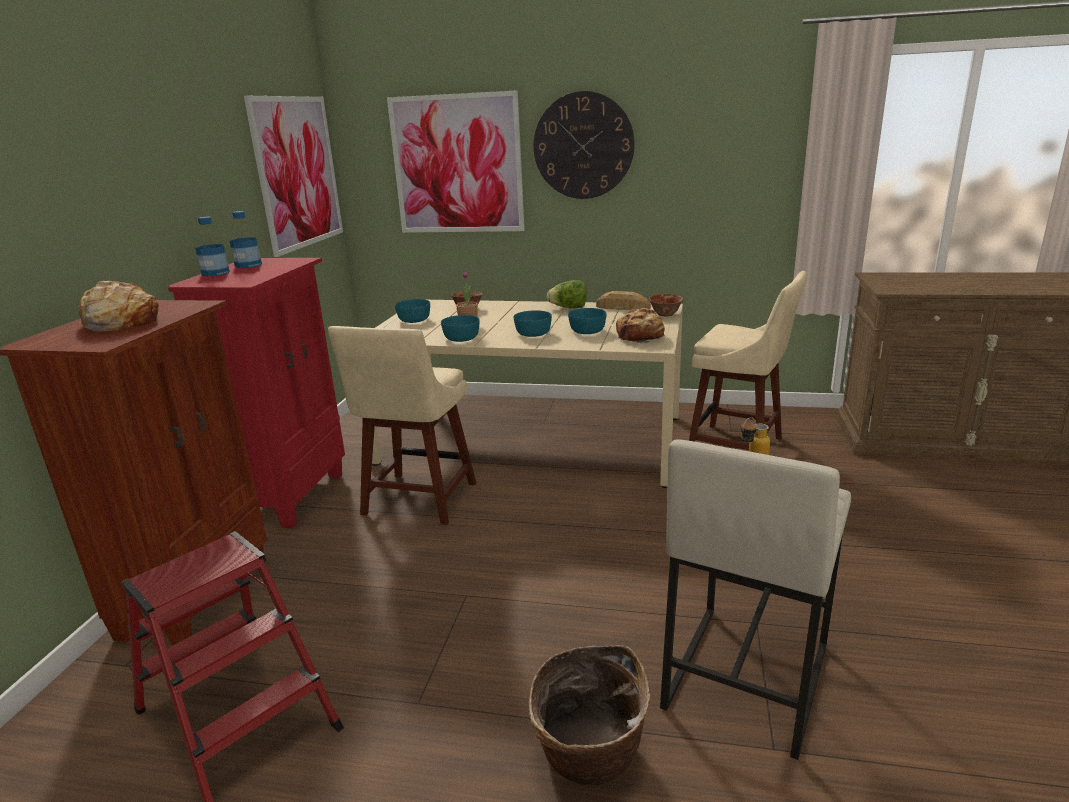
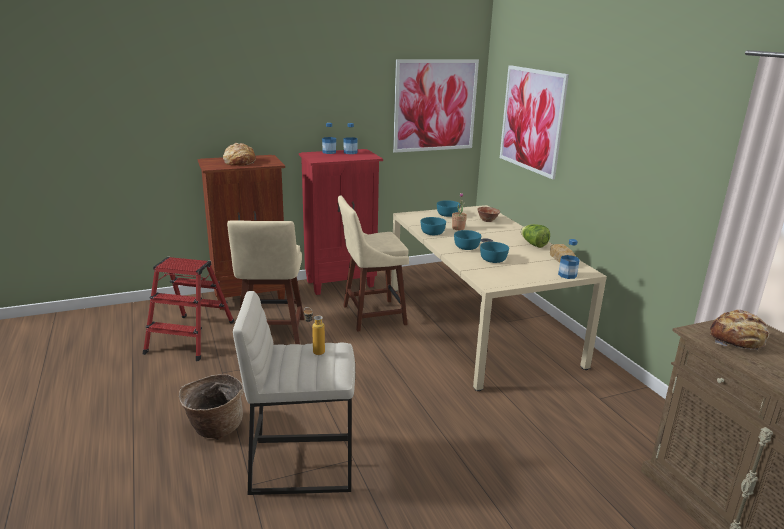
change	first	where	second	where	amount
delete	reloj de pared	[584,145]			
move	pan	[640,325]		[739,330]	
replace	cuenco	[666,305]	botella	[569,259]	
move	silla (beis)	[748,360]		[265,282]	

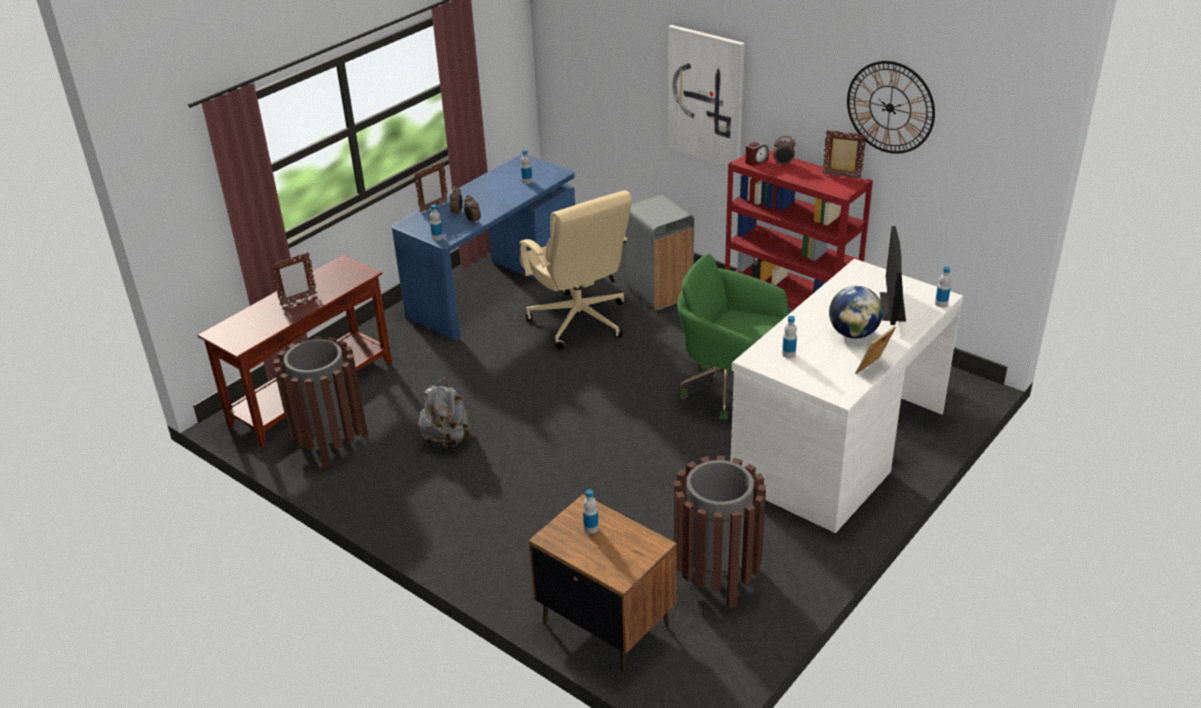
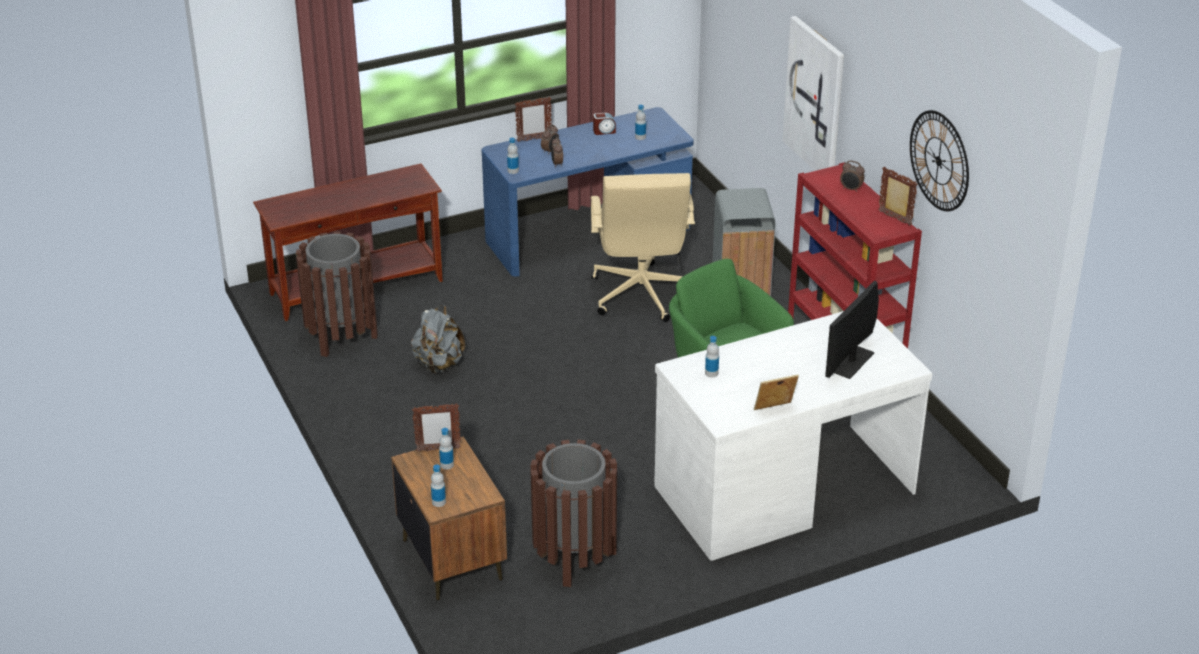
change	first	where	second	where	amount
move	portarretratos	[293,279]		[436,427]	
move	despertador	[757,153]		[604,124]	
delete	globo terráqueo	[856,312]			
move	botella	[943,286]		[438,486]	

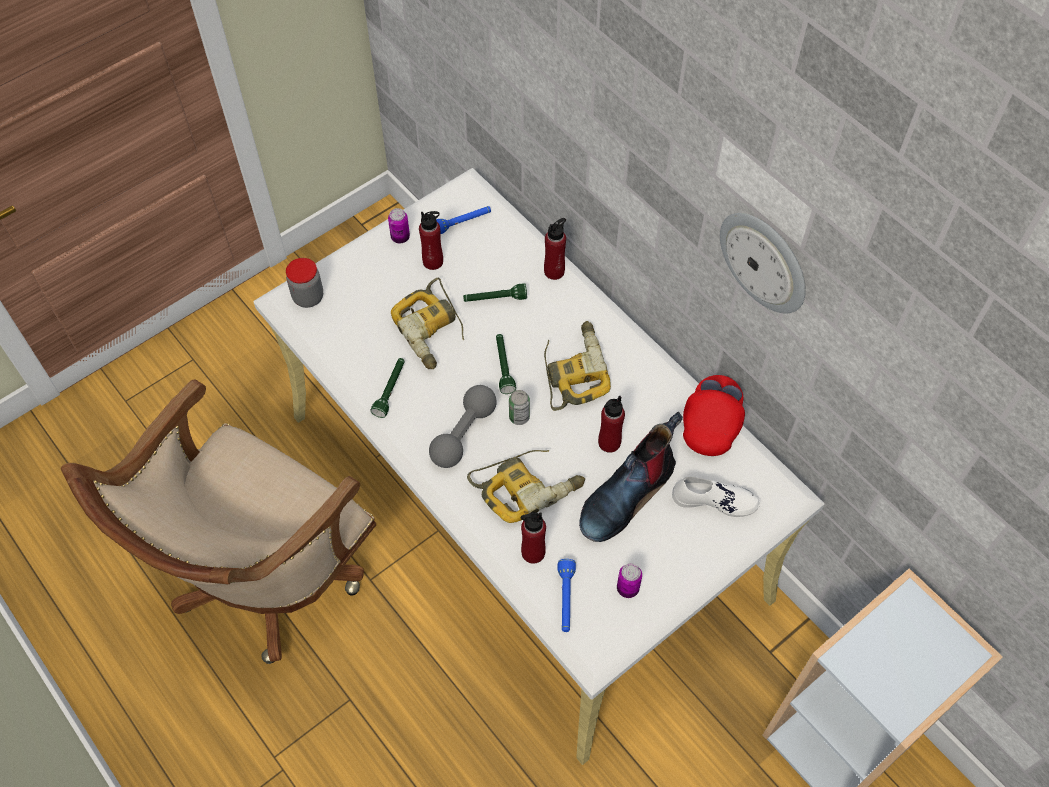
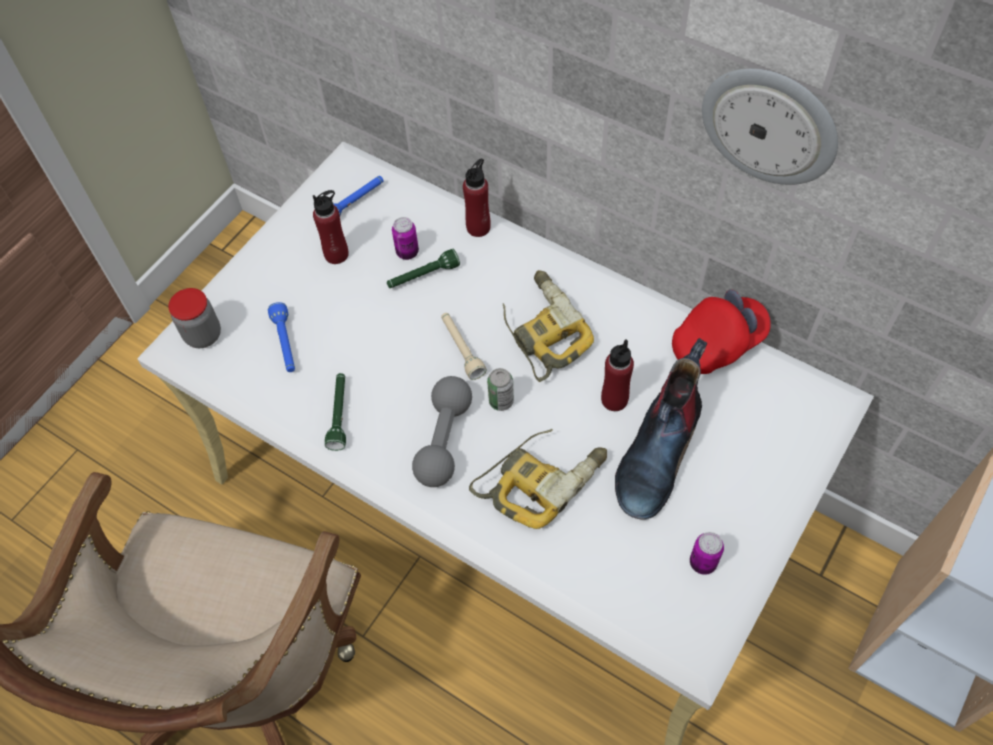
change	first	where	second	where	amount
move	lata	[399,225]		[405,238]	
delete	taladro	[427,323]			
recolor	linterna (verde)	[506,364]	linterna (beis)	[464,346]	
delete	botella (rojo)	[533,538]			
move	linterna (azul)	[566,595]		[281,337]	
delete	zapato (blanco)	[716,497]			
rotate	gorra (rojo)	[714,415]		[721,332]	60 degrees clockwise

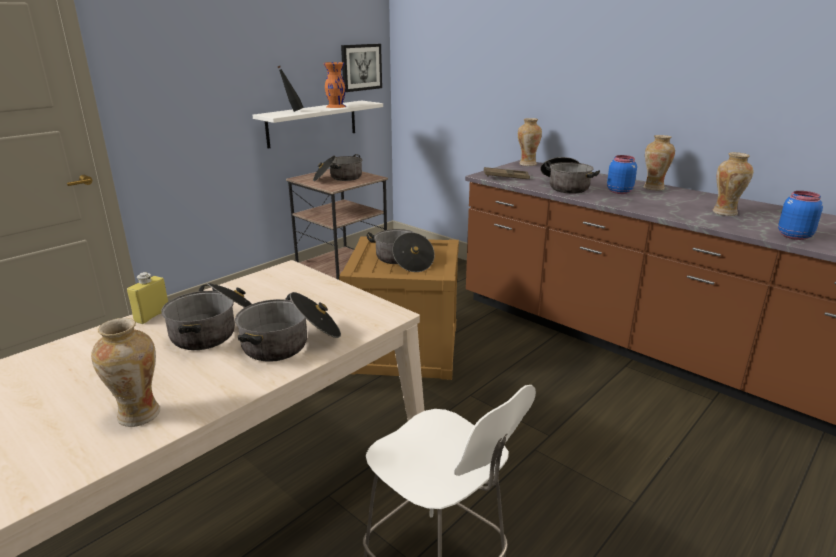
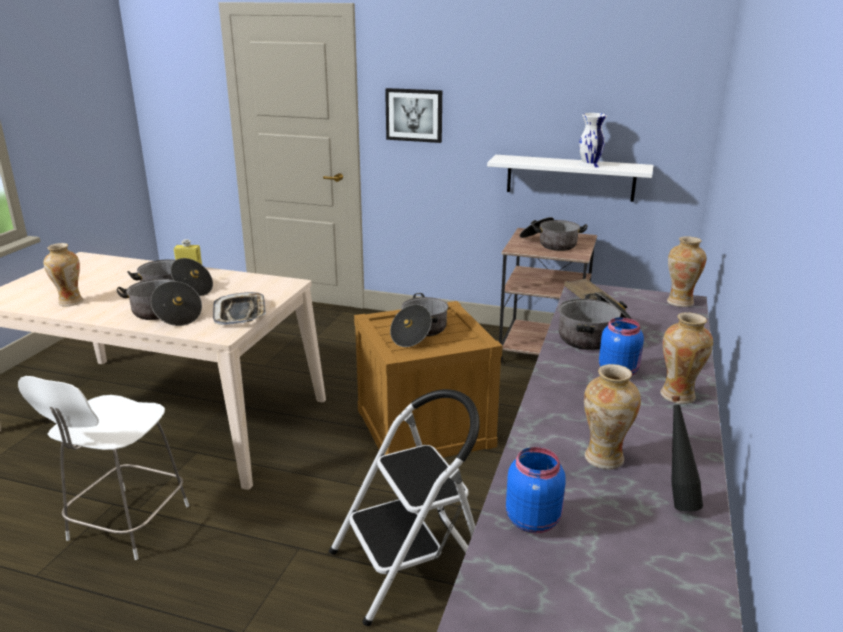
change	first	where	second	where	amount
move	botella (negro)	[291,89]		[687,454]	
recolor	florero (naranja)	[335,85]	florero (blanco)	[592,140]	
move	cuadro	[361,68]		[413,115]	
insert			bandeja	[239,308]	
insert			escalera de tijera	[404,507]	

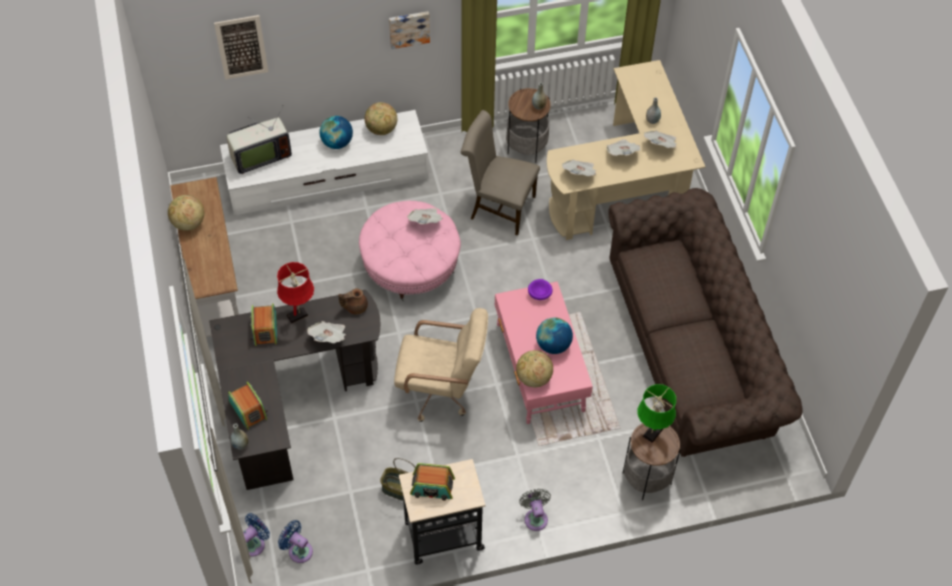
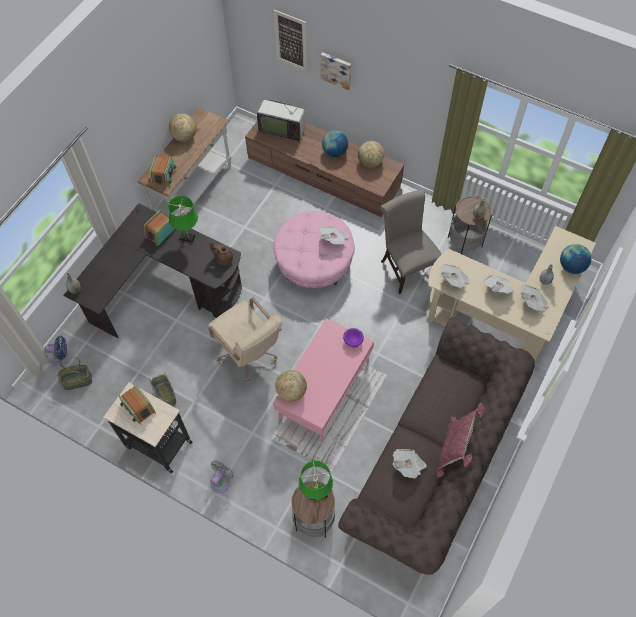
change	first	where	second	where	amount
recolor	mueble de televisión (blanco)	[324,162]	mueble de televisión (marrón)	[324,169]	
move	radio	[248,406]		[163,171]	
recolor	lámpara de mesa (rojo)	[295,292]	lámpara de mesa (verde)	[182,219]	
replace	ventilador (azul)	[295,541]	cesta	[75,373]	
move	periódico	[326,332]		[410,464]	
move	cuadro	[409,30]		[336,71]	
move	globo terráqueo	[554,335]		[575,259]	
insert			cojín (rojo)	[460,440]	

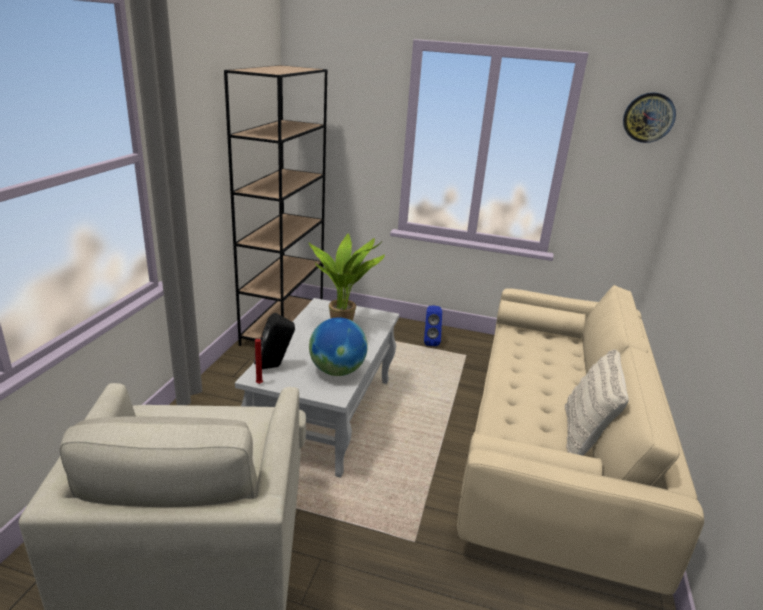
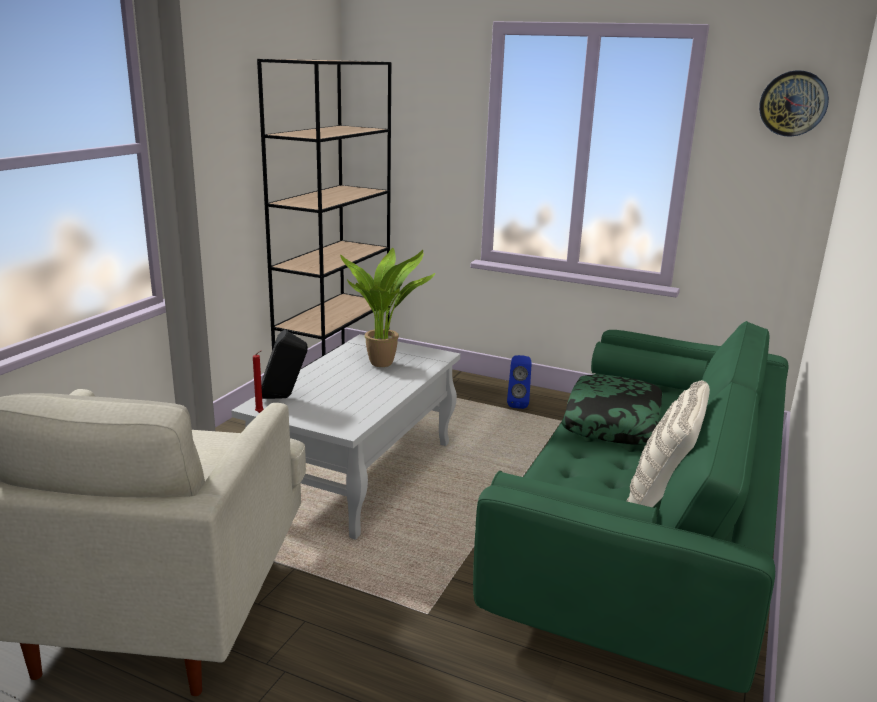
change	first	where	second	where	amount
delete	globo terráqueo	[338,346]			
recolor	sofá (beis)	[580,440]	sofá (verde)	[630,507]	
insert			cojín	[612,409]	

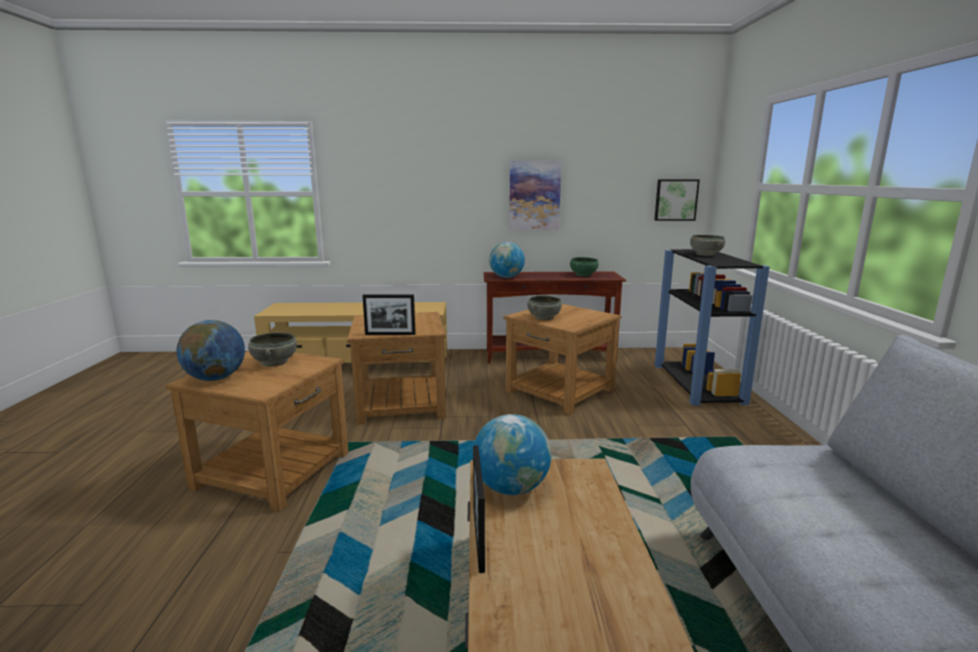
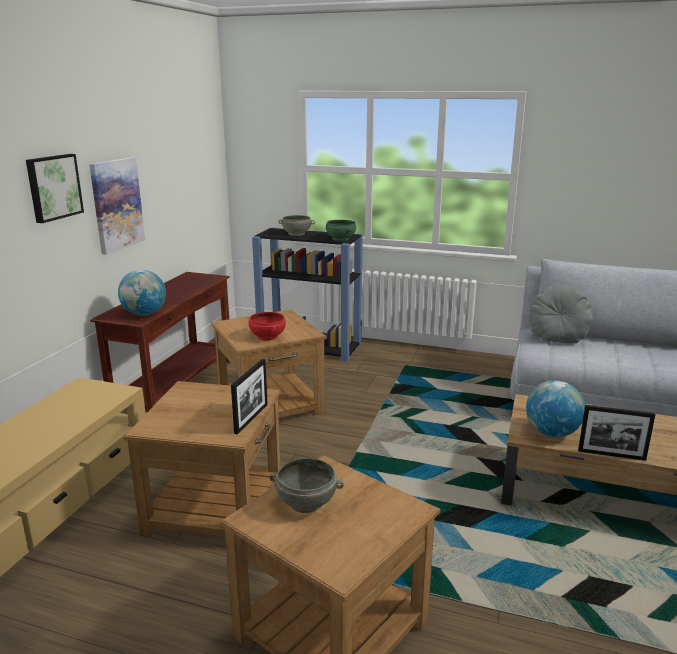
change	first	where	second	where	amount
delete	globo terráqueo	[210,350]			
recolor	cuenco (gris)	[544,308]	cuenco (rojo)	[267,326]	
move	cuenco (verde)	[584,266]		[341,230]	
move	cuadro	[677,200]		[55,188]	
insert			cojín (gris)	[561,314]	

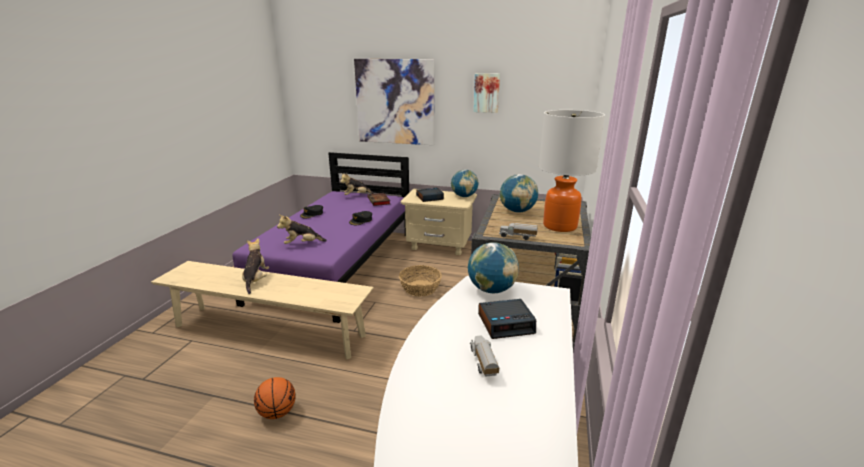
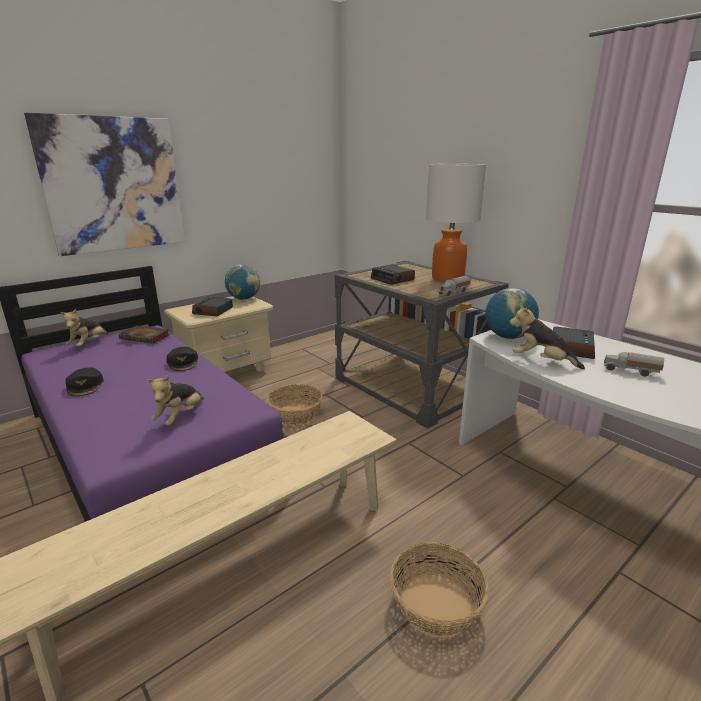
change	first	where	second	where	amount
move	peluche	[255,266]		[547,336]	
replace	balón de baloncesto	[275,398]	cesta	[439,589]	
delete	cuadro	[486,93]			
replace	globo terráqueo	[518,193]	despertador	[393,274]	

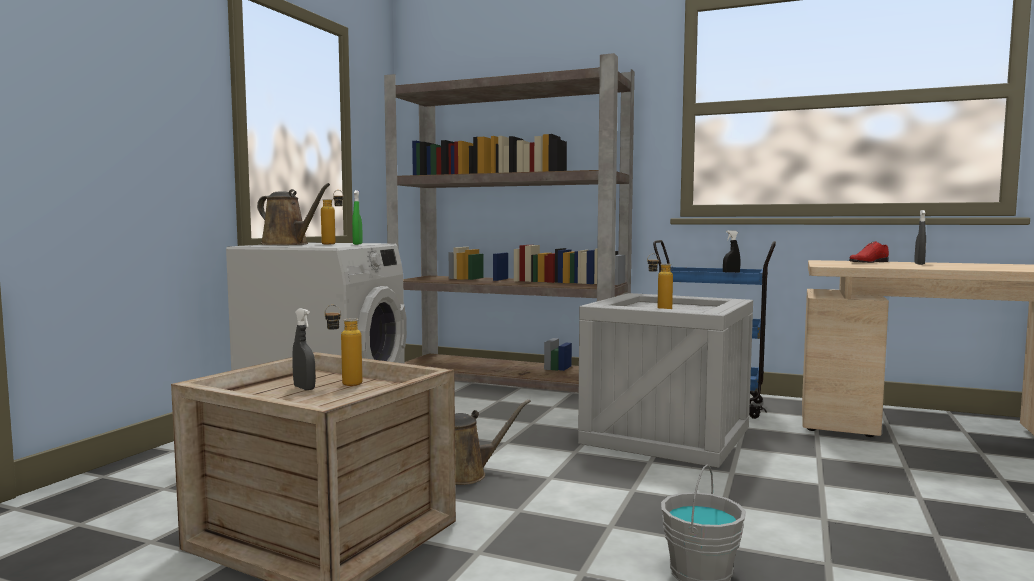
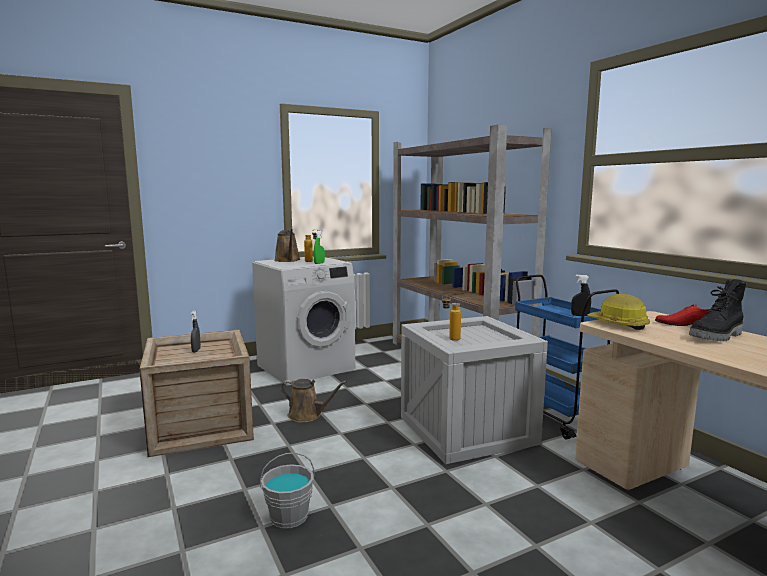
change	first	where	second	where	amount
delete	botella	[343,345]			
replace	pulverizador (gris)	[920,237]	bota (negro)	[717,310]	
insert			casco	[618,311]	

